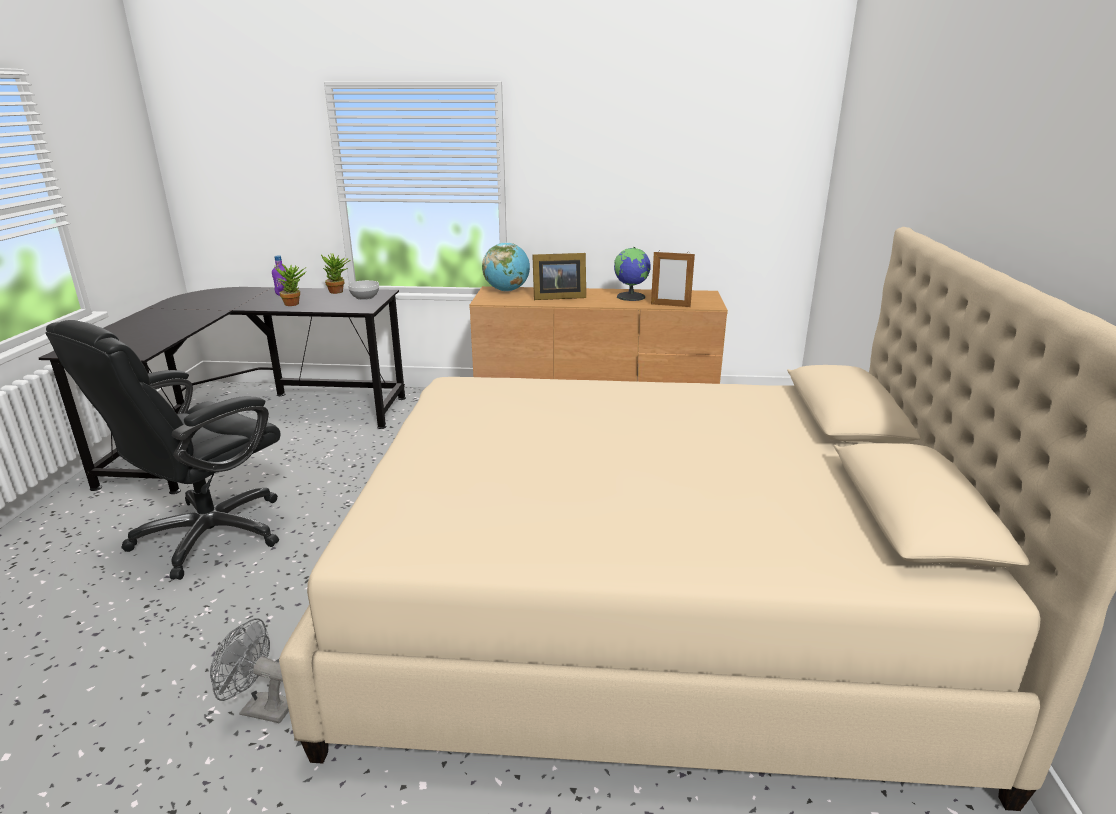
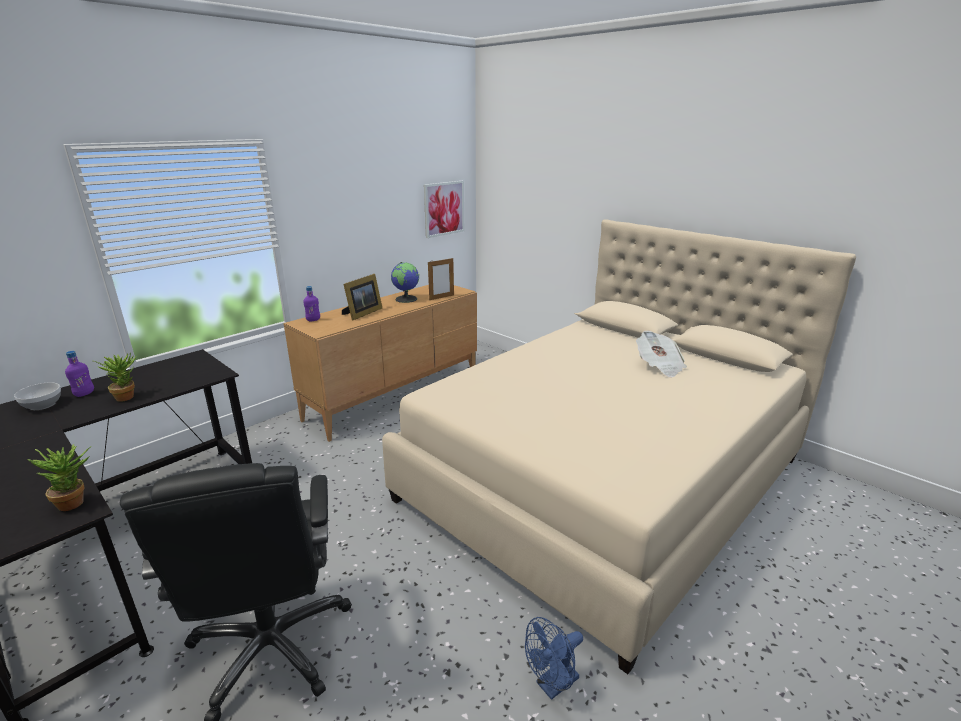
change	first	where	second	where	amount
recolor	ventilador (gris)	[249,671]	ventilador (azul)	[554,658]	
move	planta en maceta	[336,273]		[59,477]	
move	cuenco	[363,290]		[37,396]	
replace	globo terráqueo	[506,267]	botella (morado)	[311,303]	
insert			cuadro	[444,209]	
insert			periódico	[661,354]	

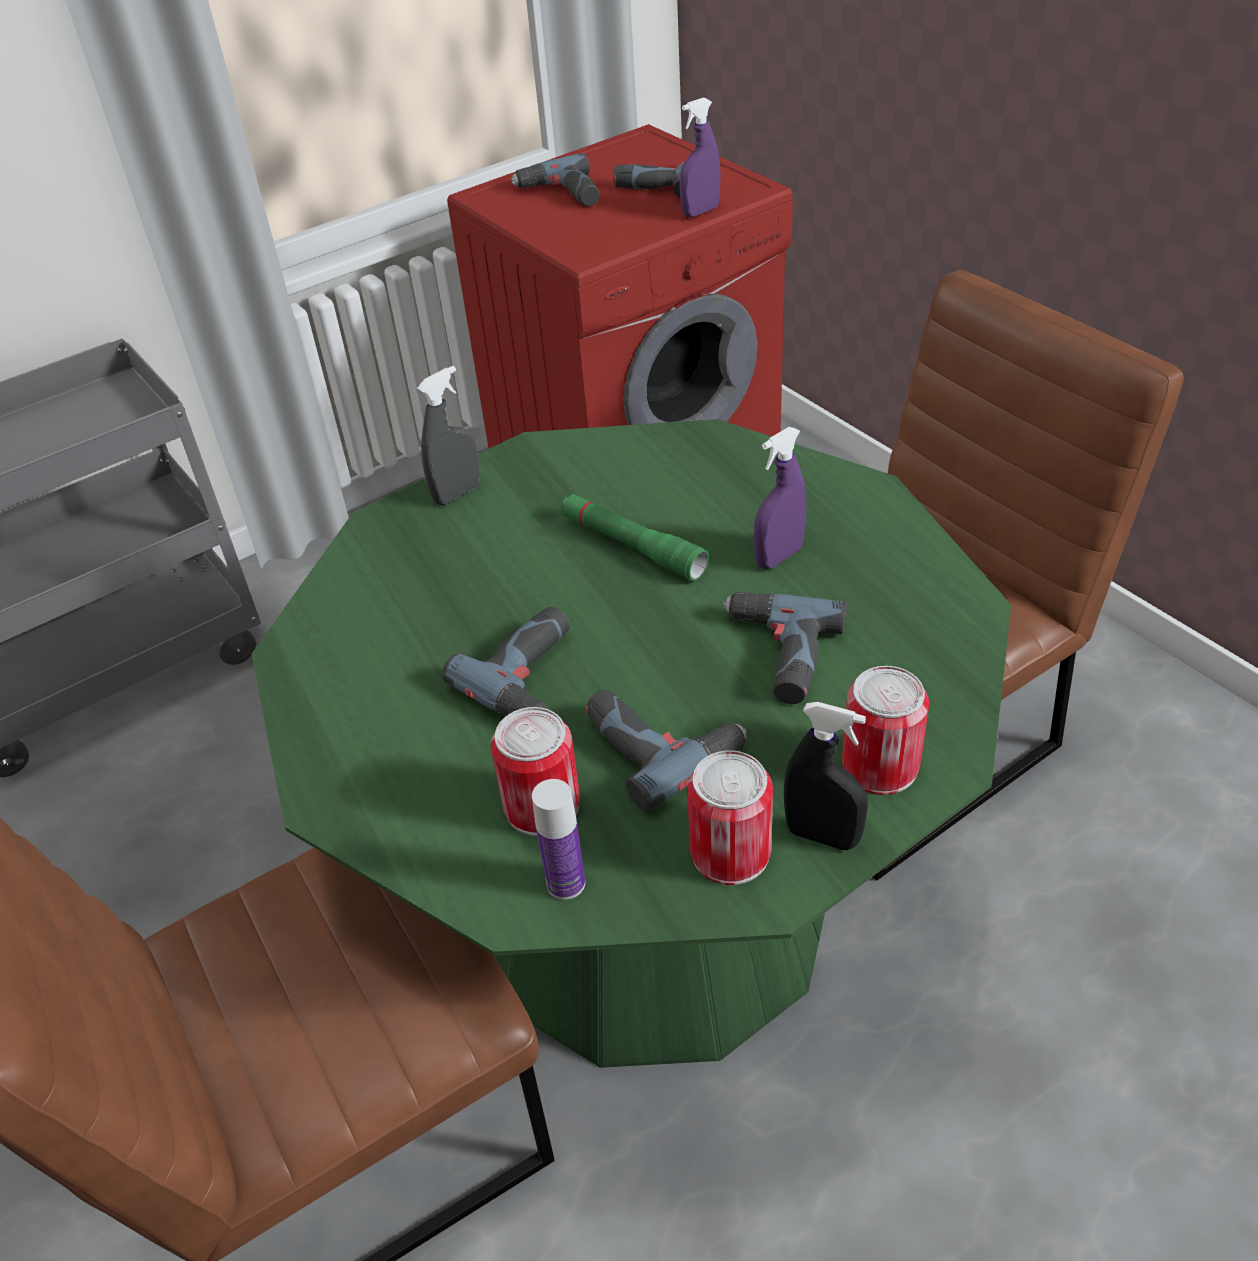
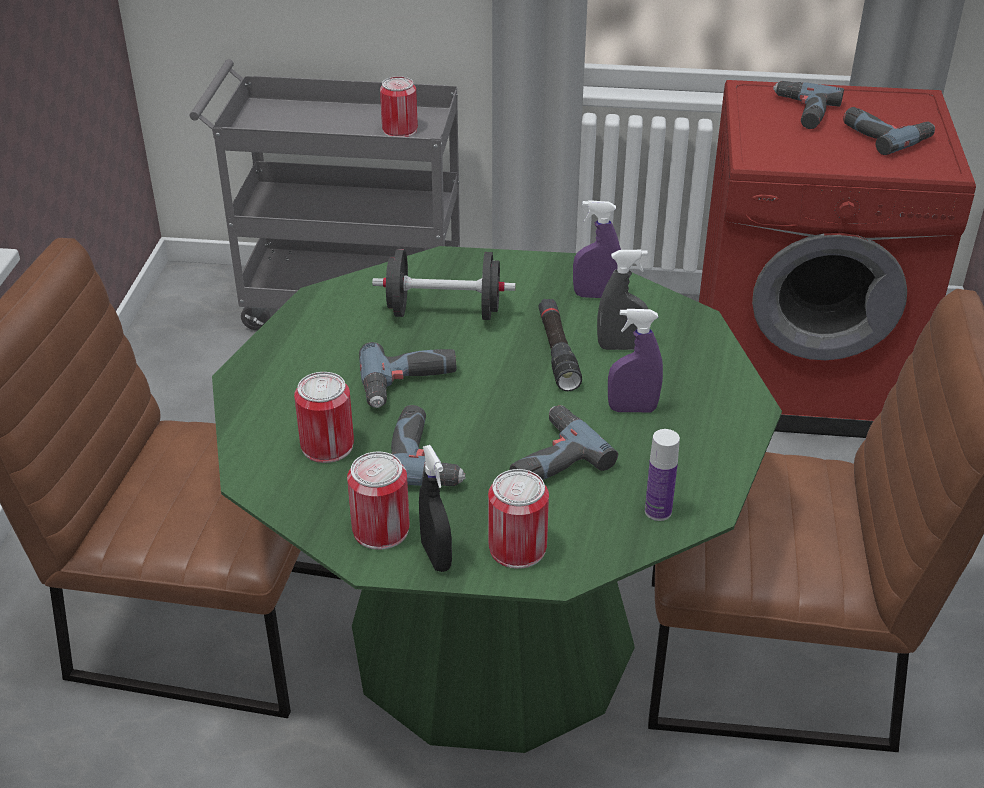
change	first	where	second	where	amount
move	pulverizador (gris)	[448,435]		[622,300]	
move	botella	[558,839]		[662,475]	
recolor	linterna (verde)	[635,537]	linterna (negro)	[560,345]	
move	pulverizador (morado)	[700,157]		[597,249]	
insert			mancuerna (negro)	[443,284]	
insert			lata	[399,106]	

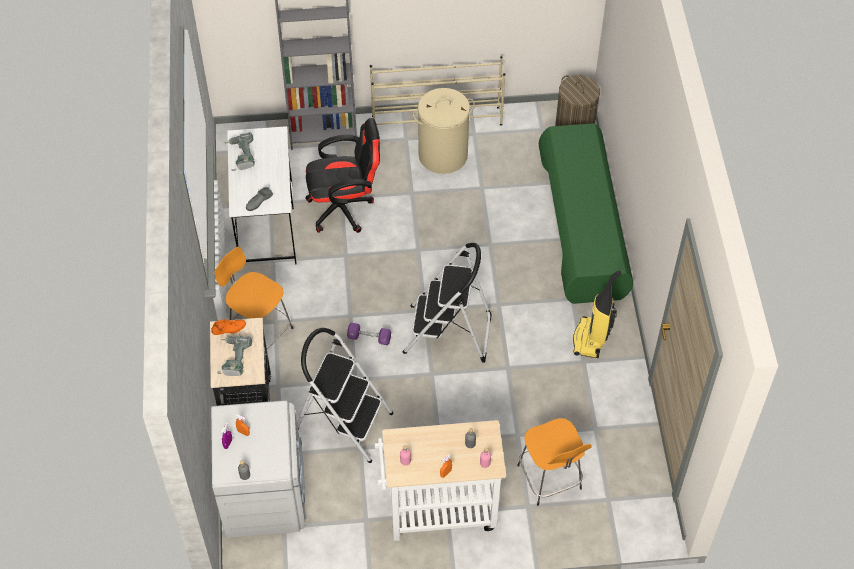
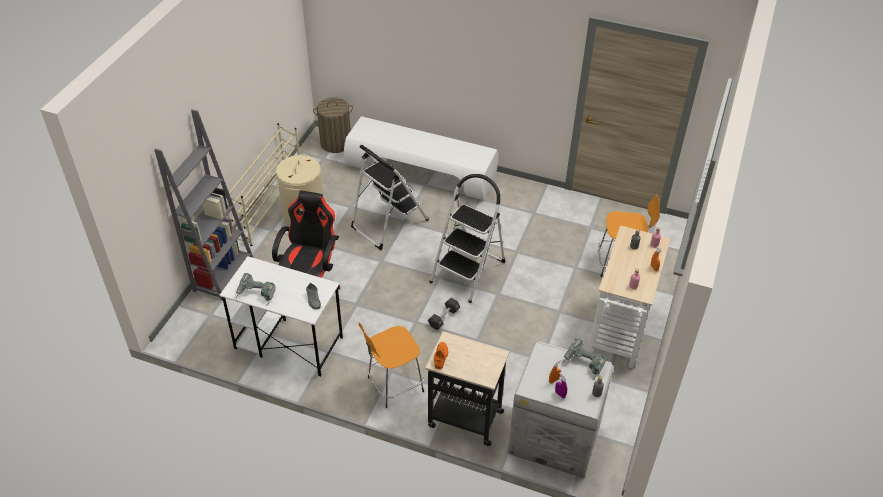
change	first	where	second	where	amount
move	taladro	[234,356]		[584,359]	
move	escalera de tijera	[345,395]		[390,197]	
recolor	mancuerna (morado)	[369,334]	mancuerna (negro)	[444,314]	
recolor	banco (verde)	[586,213]	banco (blanco)	[421,158]	
delete	aspiradora	[597,314]			

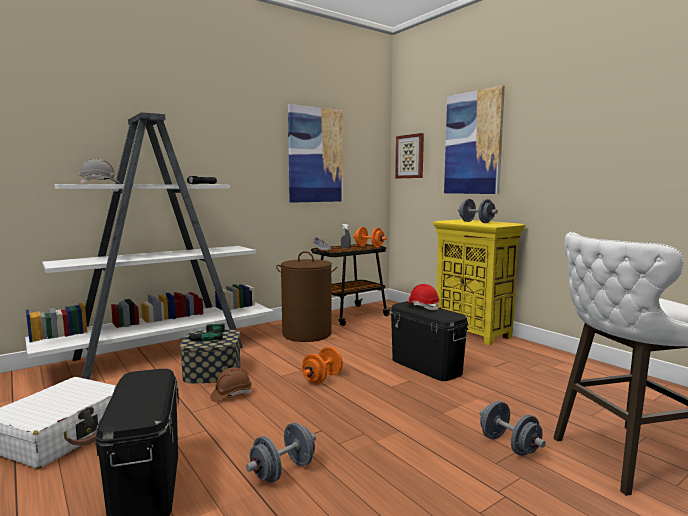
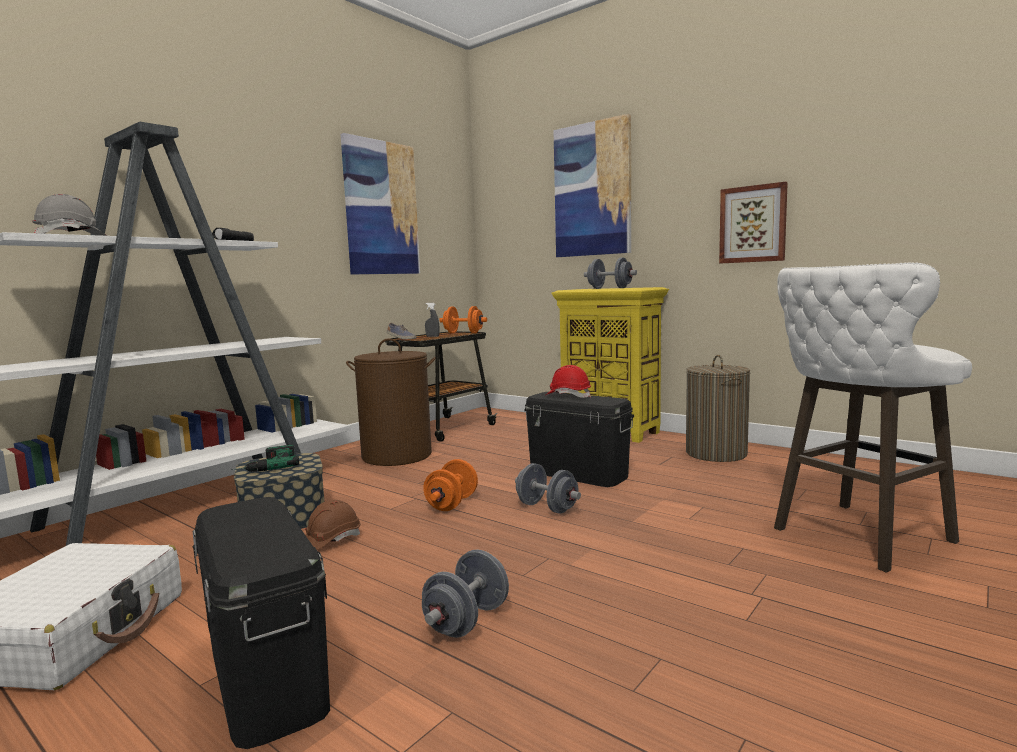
change	first	where	second	where	amount
move	cuadro	[409,155]		[753,222]	
move	mancuerna (gris)	[512,428]		[548,488]	
insert			cesto de la ropa	[718,408]	

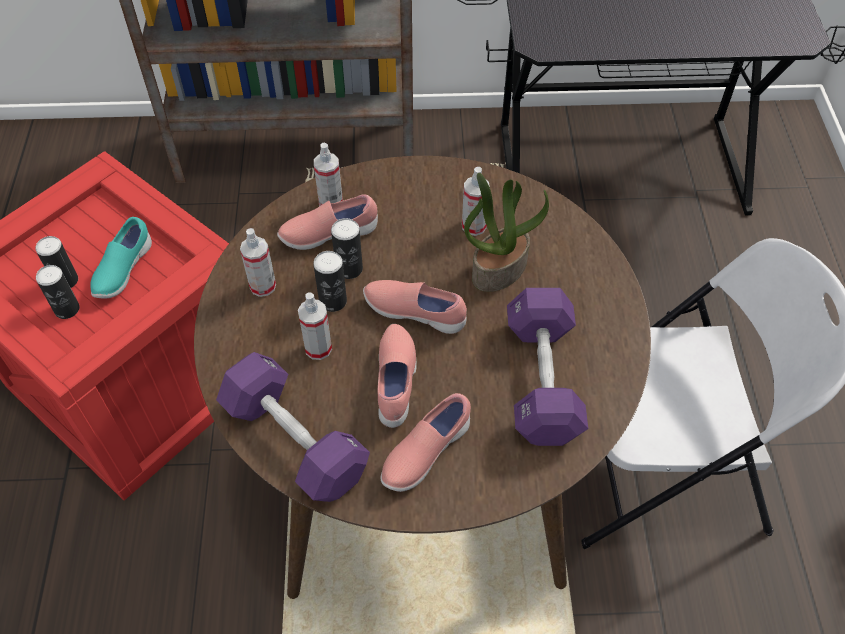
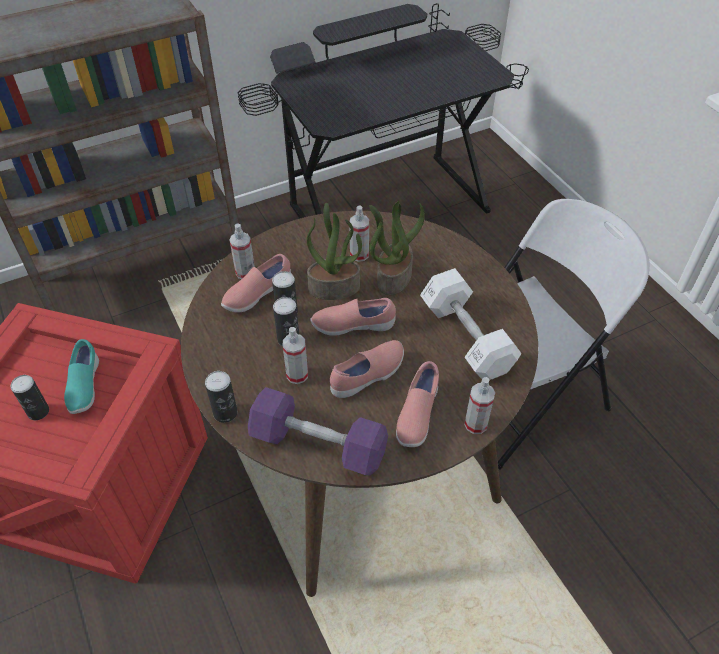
change	first	where	second	where	amount
move	lata	[58,292]		[221,397]	
move	pulverizador	[258,262]		[479,405]	
rotate	zapato (rosa)	[397,376]		[367,369]	75 degrees clockwise
recolor	mancuerna (morado)	[547,367]	mancuerna (blanco)	[471,324]	
insert			planta en maceta	[334,251]	

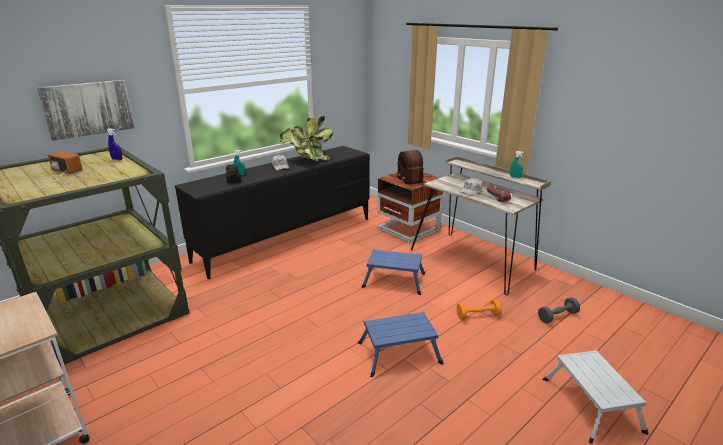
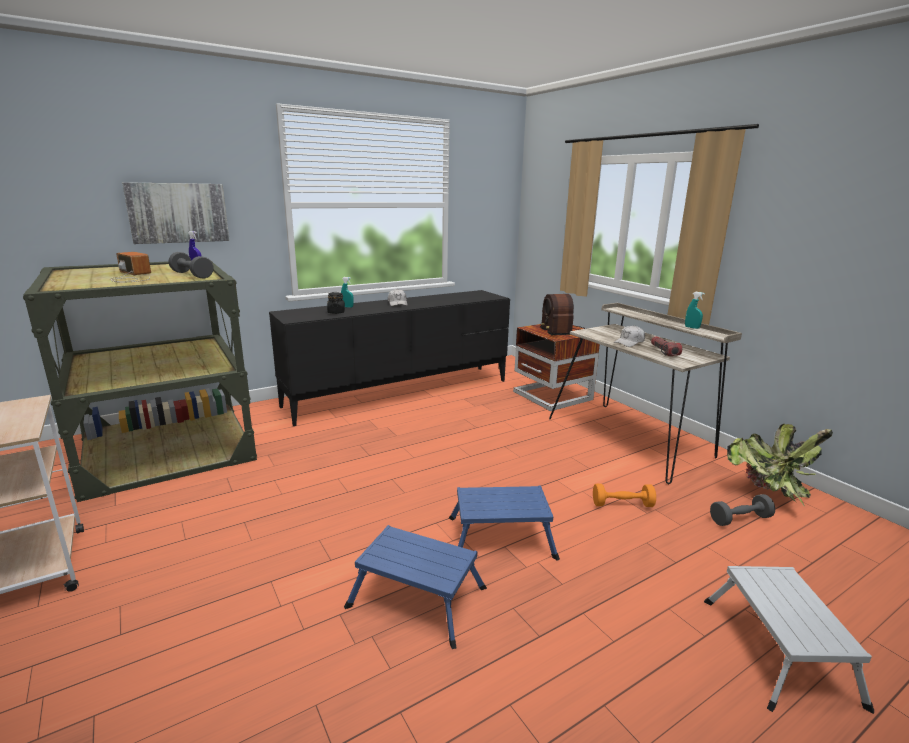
change	first	where	second	where	amount
move	planta en maceta	[306,138]		[780,465]	
move	escalera de tijera (azul)	[393,272]		[415,587]	
insert			mancuerna (gris)	[191,265]	

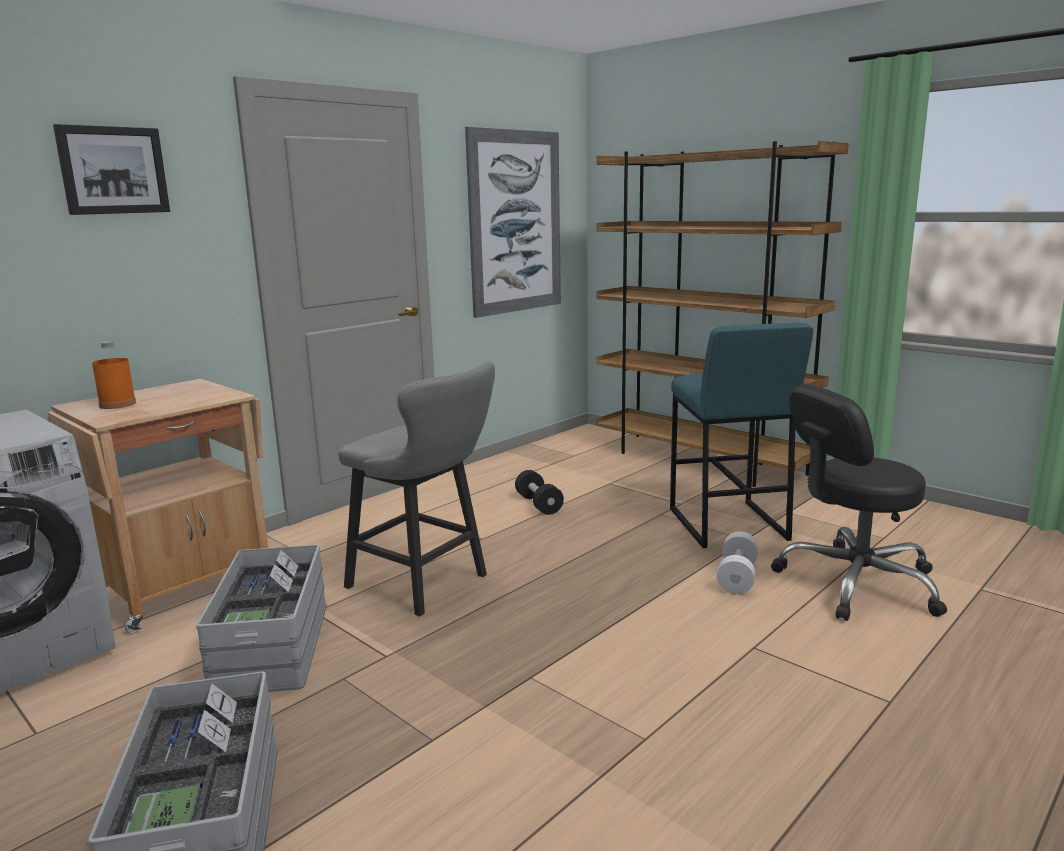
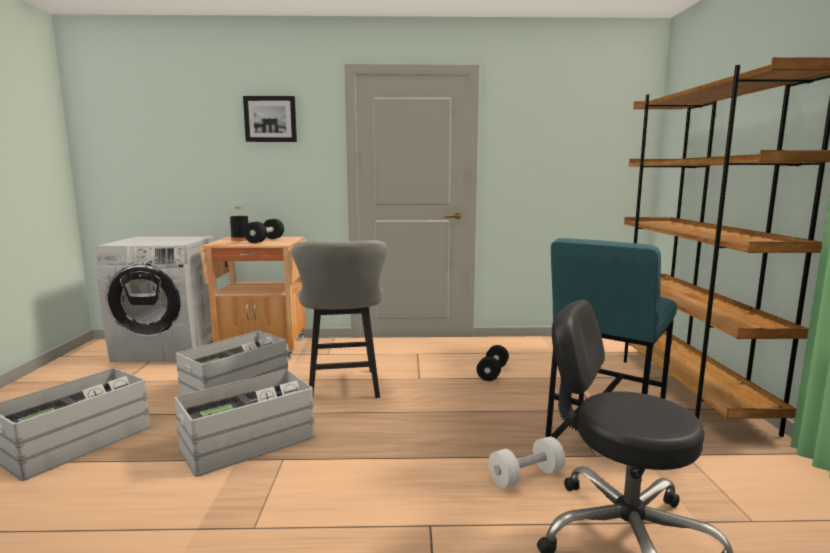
change	first	where	second	where	amount
recolor	botella (naranja)	[114,375]	botella (negro)	[239,223]	
delete	cuadro	[513,222]			
insert			caja de almacenaje (gris)	[244,423]	
insert			mancuerna (negro)	[264,231]	

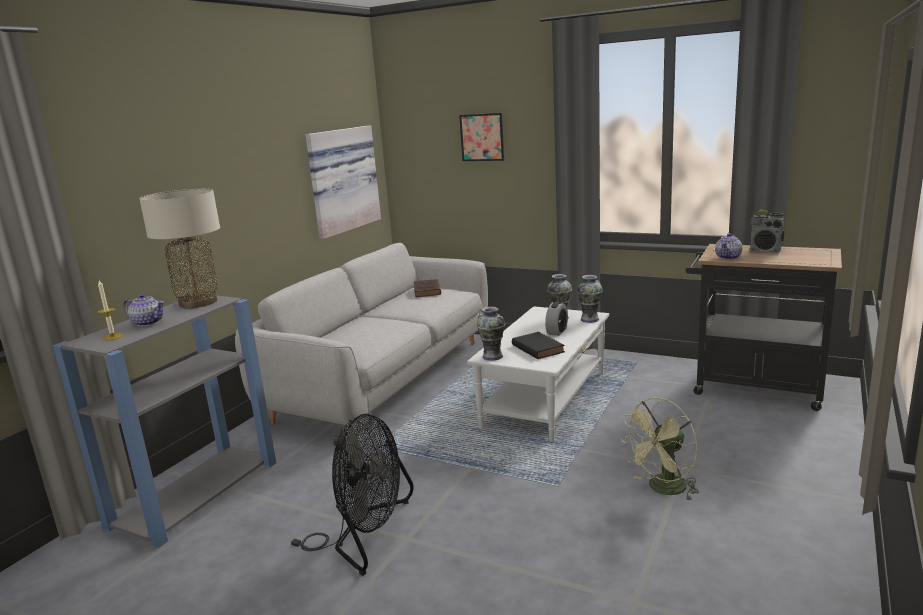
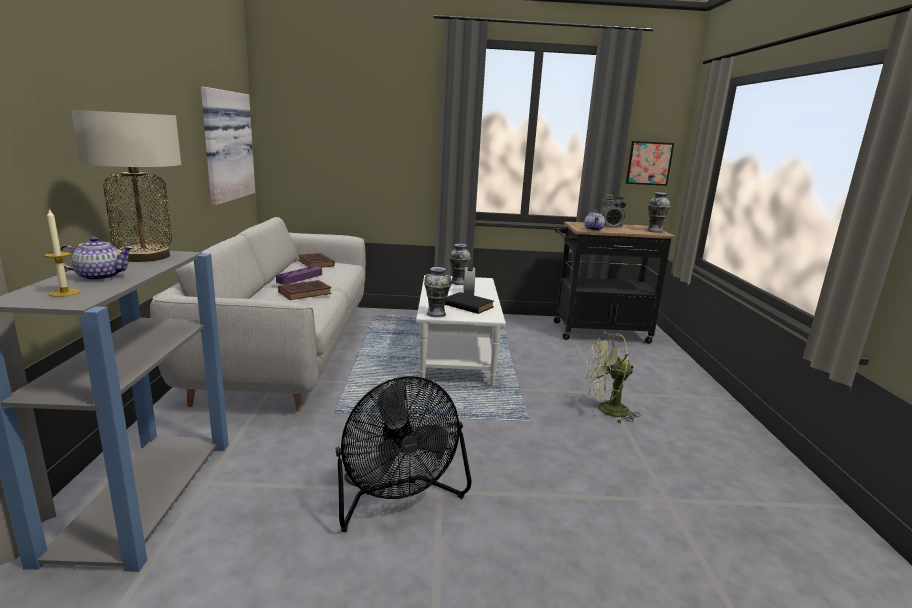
change	first	where	second	where	amount
rotate	ventilador (negro)	[352,495]		[404,454]	75 degrees clockwise
move	cuadro	[481,137]		[650,163]	
move	florero	[590,299]		[659,212]	
rotate	ventilador (verde)	[659,449]		[613,377]	60 degrees clockwise
insert			bandeja (morado)	[299,275]	
insert			libro (marrón)	[304,290]	

